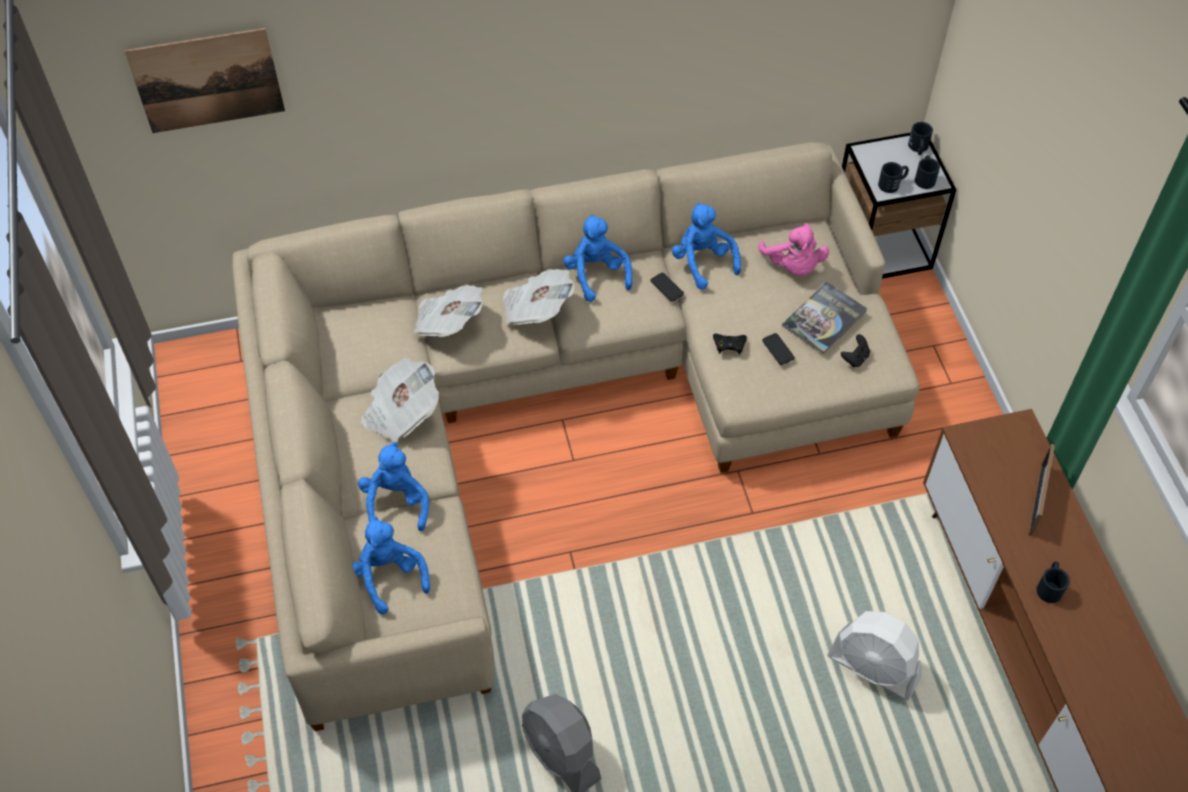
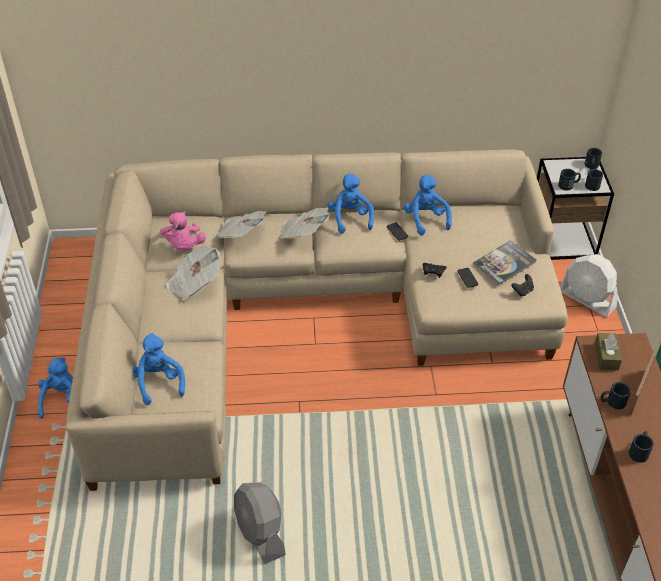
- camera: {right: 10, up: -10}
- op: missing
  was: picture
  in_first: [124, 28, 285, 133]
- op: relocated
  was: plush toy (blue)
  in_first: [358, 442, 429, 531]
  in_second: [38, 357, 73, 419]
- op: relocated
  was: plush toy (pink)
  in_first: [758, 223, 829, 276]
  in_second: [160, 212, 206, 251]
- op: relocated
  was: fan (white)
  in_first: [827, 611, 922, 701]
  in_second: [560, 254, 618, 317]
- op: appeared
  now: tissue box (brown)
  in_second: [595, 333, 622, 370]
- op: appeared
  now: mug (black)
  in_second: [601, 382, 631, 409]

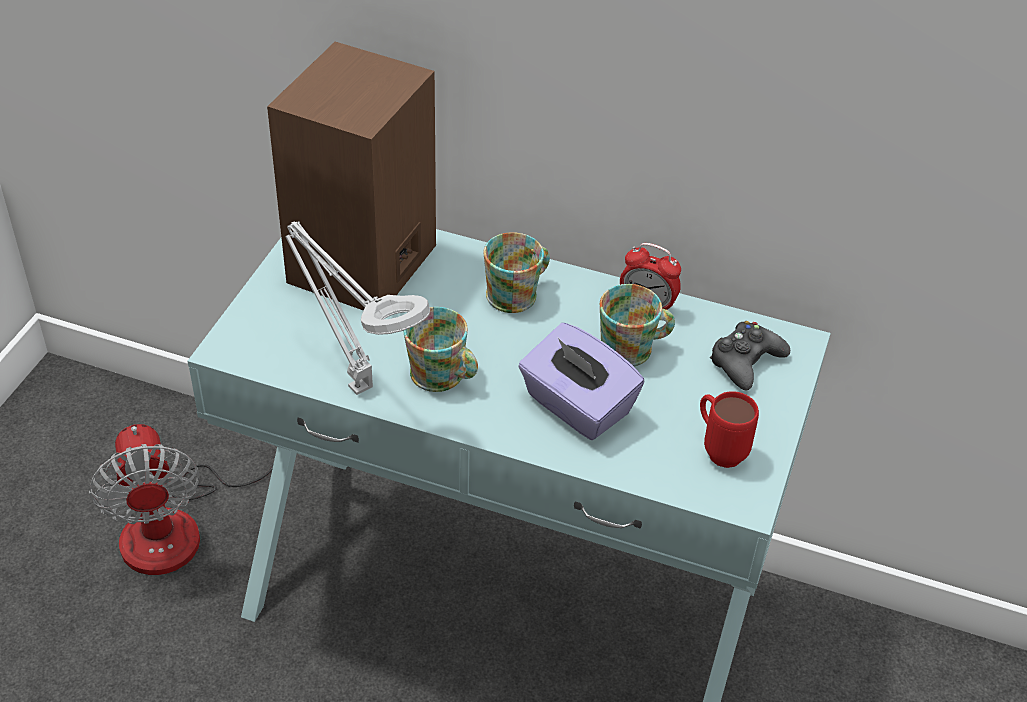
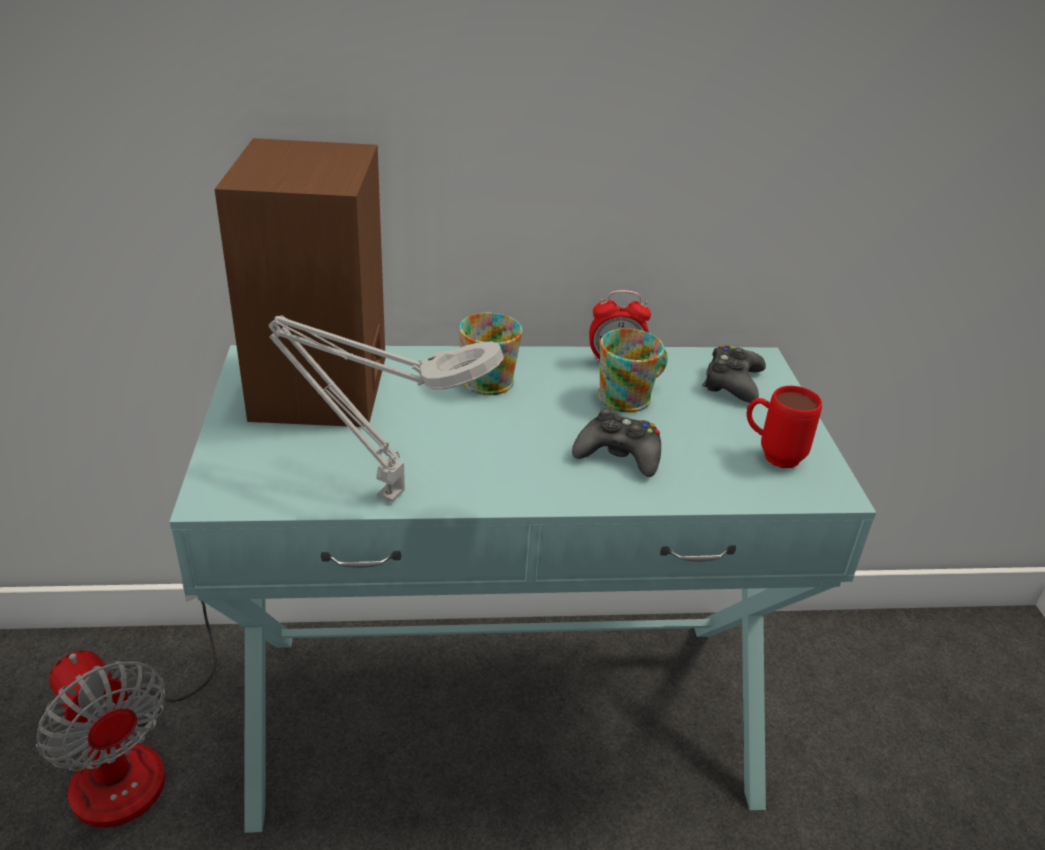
- camera: {right: -25, up: -10}
- op: missing
  was: mug
  in_first: [403, 307, 478, 392]
- op: exchanged
  was: tissue box (purple)
  now: game controller (black)
  in_first: [518, 323, 644, 440]
  in_second: [572, 408, 661, 477]

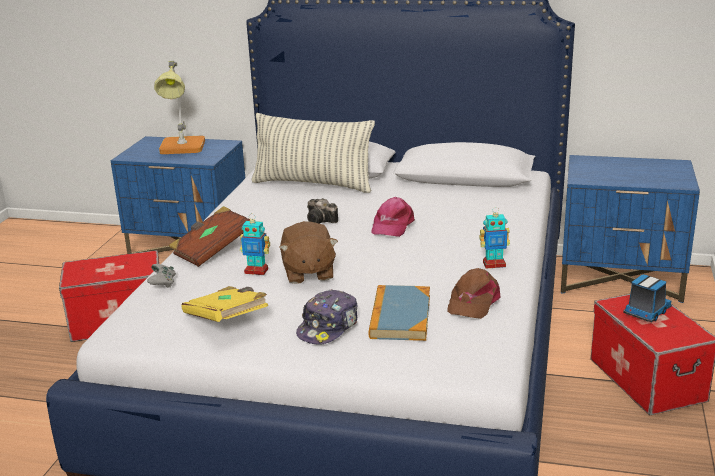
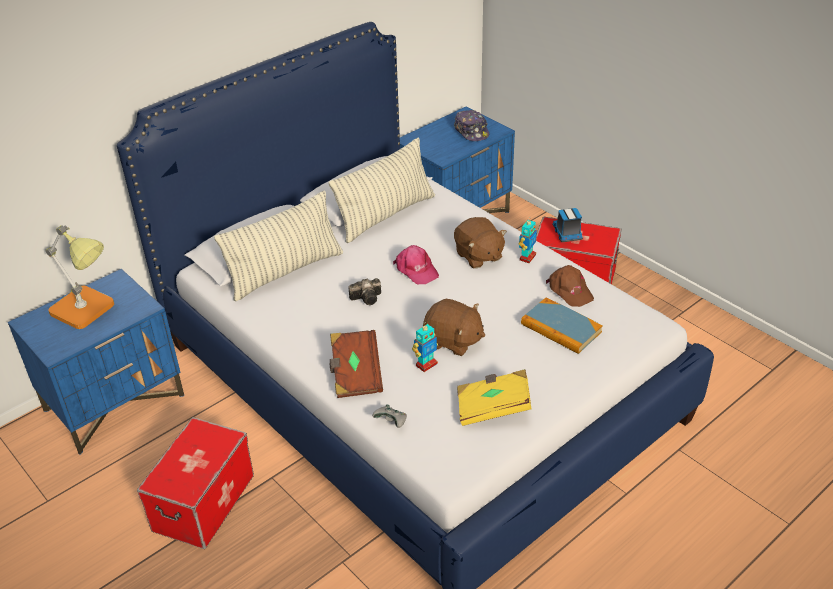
- camera: {right: -55, up: 15}
- op: relocated
  was: cap
  in_first: [296, 289, 358, 345]
  in_second: [454, 110, 489, 141]
- op: appeared
  now: pillow
  in_second: [329, 137, 435, 243]
- op: appeared
  now: plush toy (brown)
  in_second: [454, 217, 507, 269]

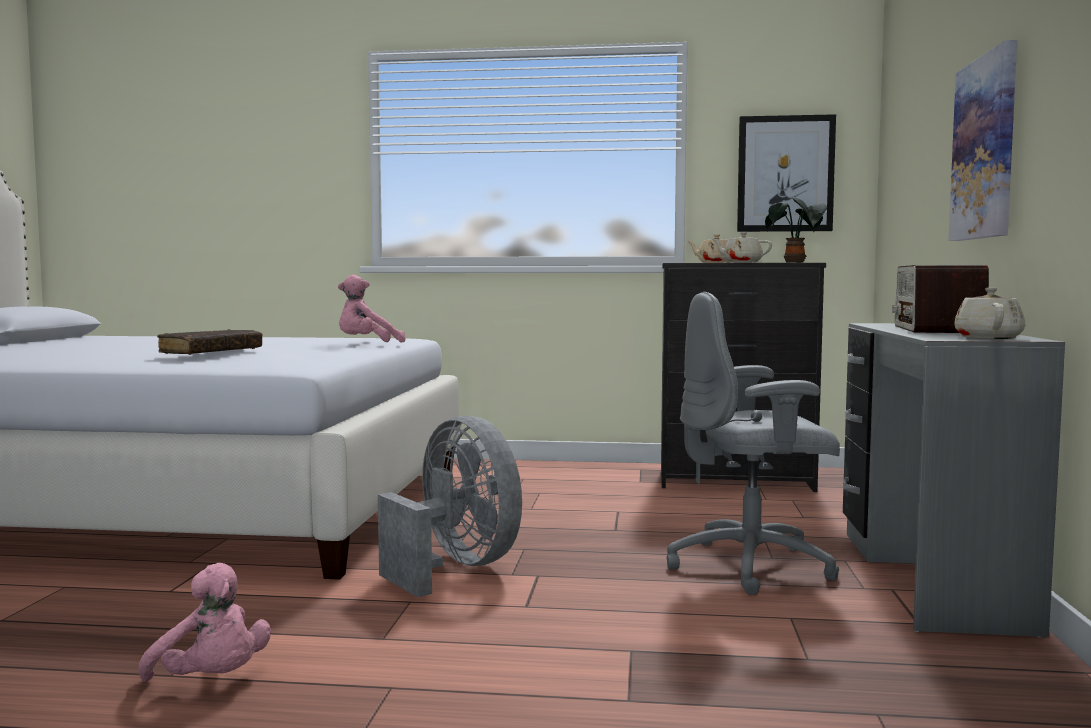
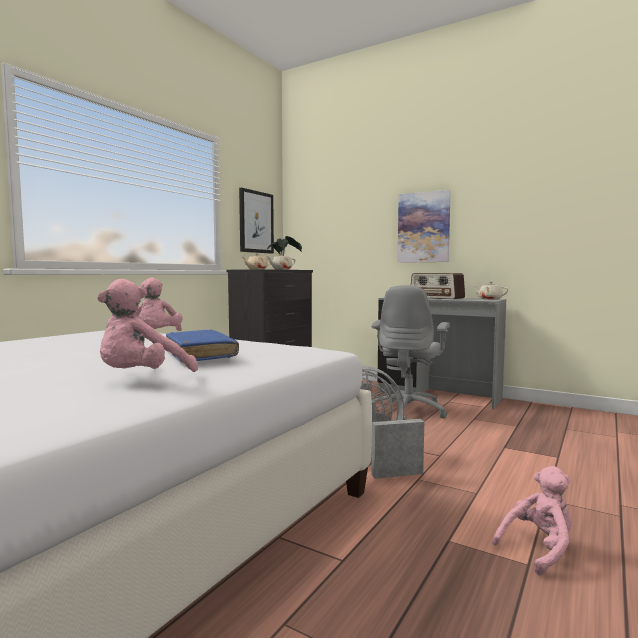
- camera: {right: -65, up: 0}
- op: colour
  was: book (brown)
  now: book (blue)
  in_first: [157, 329, 262, 355]
  in_second: [166, 329, 239, 362]
- op: appeared
  now: plush toy (pink)
  in_second: [98, 279, 198, 372]

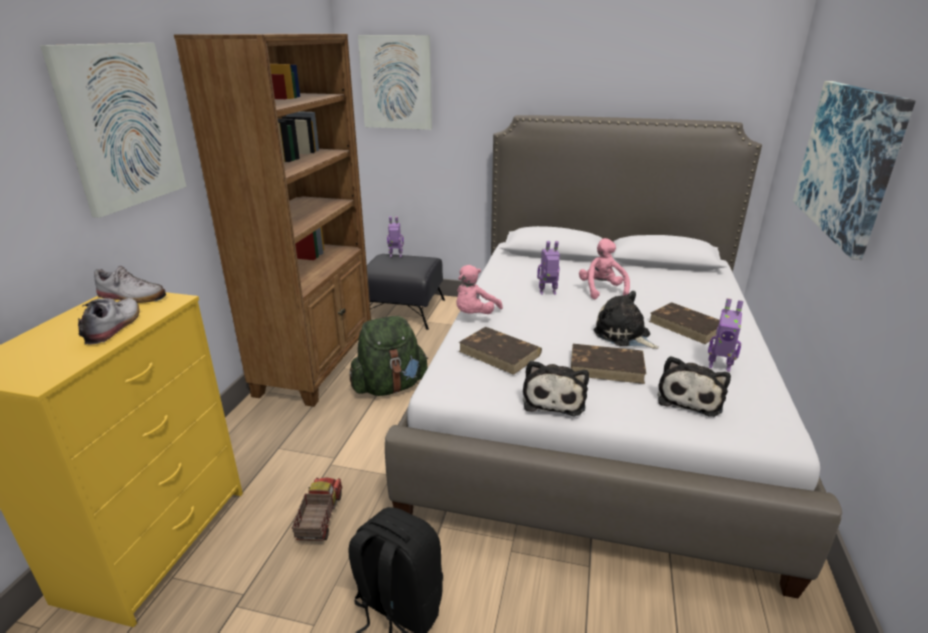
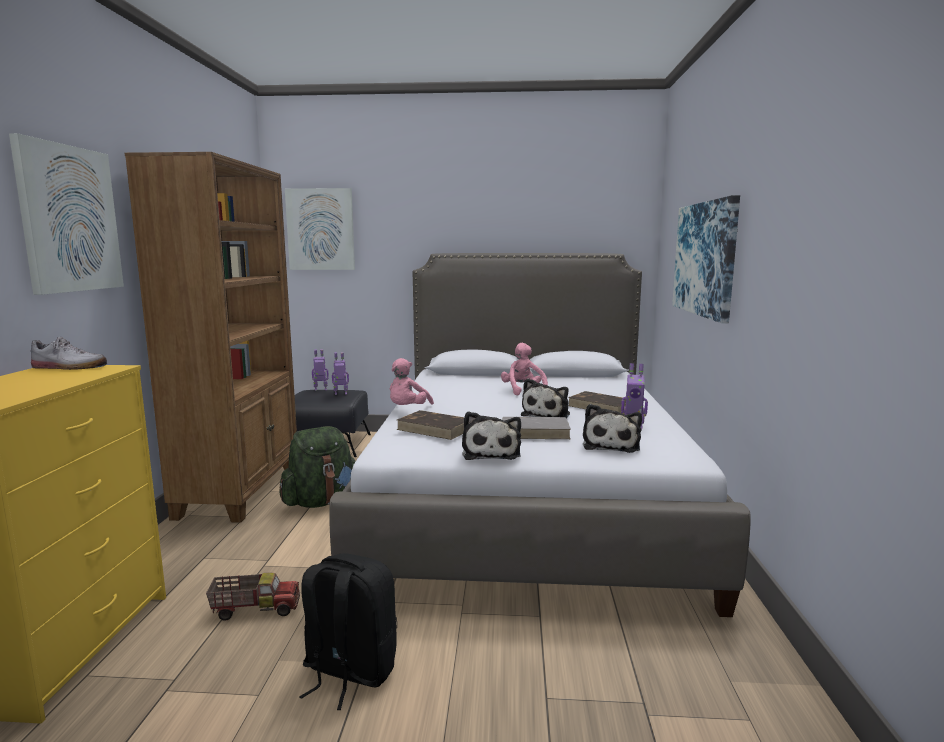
- camera: {right: -10, up: -15}
- op: missing
  was: shoe
  in_first: [78, 298, 140, 345]
- op: spun
  was: toy truck
  in_first: [291, 477, 342, 541]
  in_second: [206, 573, 300, 621]
  clockwise: 90
- op: relocated
  was: toy robot
  in_first: [537, 241, 560, 295]
  in_second: [332, 352, 349, 395]
- op: colour
  was: book (brown)
  now: book (grey)
  in_first: [571, 344, 646, 384]
  in_second: [503, 417, 571, 439]
- op: spun
  was: plush toy
  in_first: [593, 291, 659, 349]
  in_second: [521, 378, 570, 419]
  clockwise: -105

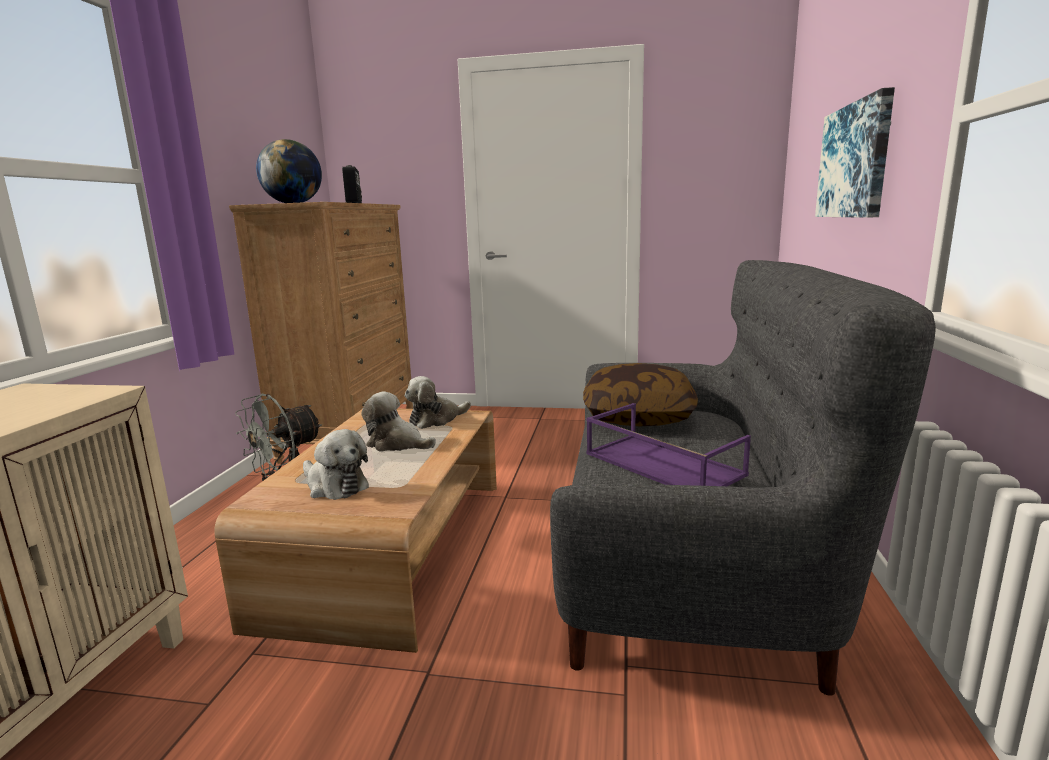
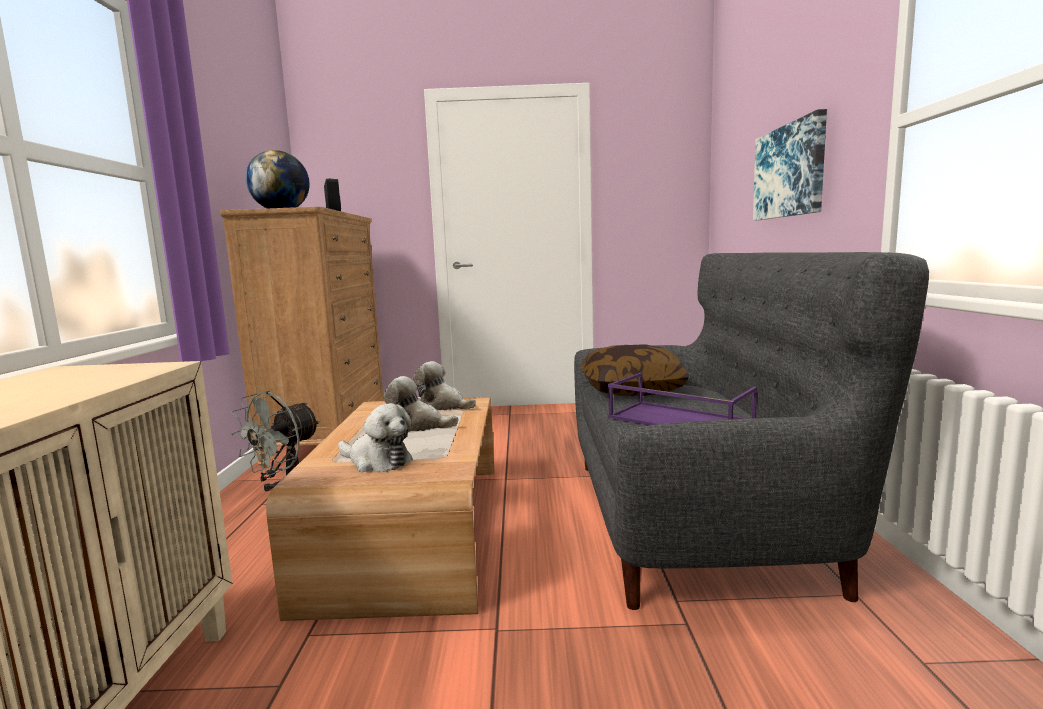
- camera: {right: -10, up: -5}
- op: spun
  was: plush toy
  in_first: [405, 376, 471, 429]
  in_second: [414, 361, 476, 410]
  clockwise: 75

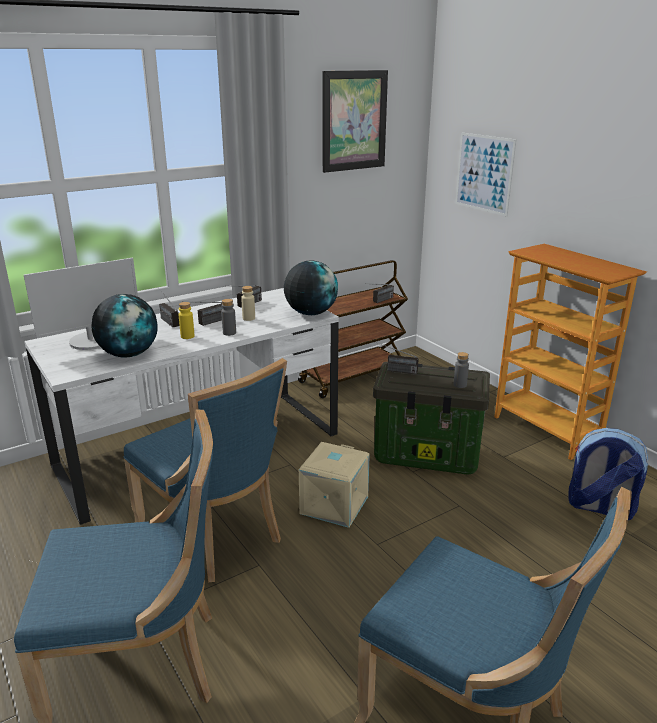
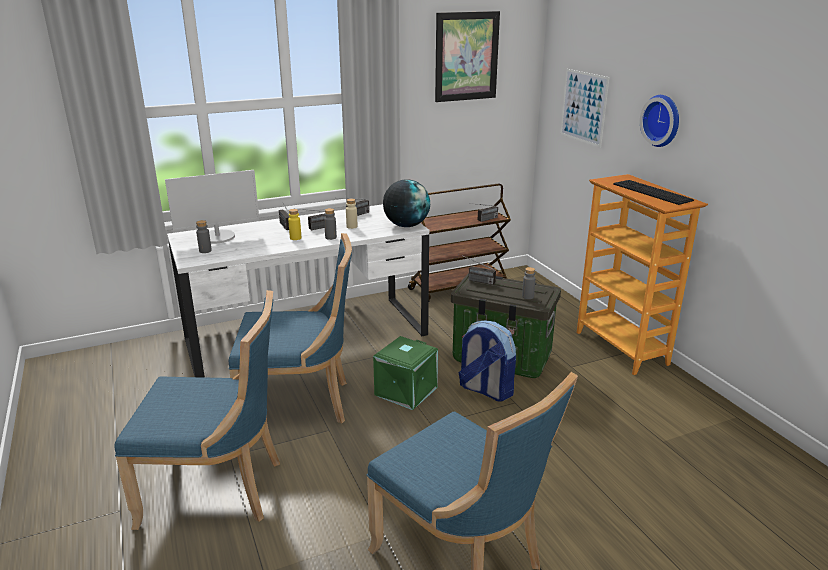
- camera: {right: 10, up: 0}
- op: missing
  was: globe
  in_first: [92, 294, 158, 358]
- op: spun
  was: chair (blue)
  in_first: [123, 358, 287, 582]
  in_second: [229, 233, 352, 423]
  clockwise: -60
- op: colour
  was: storage box (beige)
  now: storage box (green)
  in_first: [299, 442, 370, 528]
  in_second: [373, 336, 438, 410]
- op: relocated
  was: backpack
  in_first: [568, 428, 648, 520]
  in_second: [458, 320, 516, 401]
- op: appeared
  now: bottle (grey)
  in_second: [196, 220, 212, 253]
- op: appeared
  now: keyboard
  in_second: [613, 180, 694, 205]
- op: appeared
  now: wall clock
  in_second: [640, 95, 679, 147]

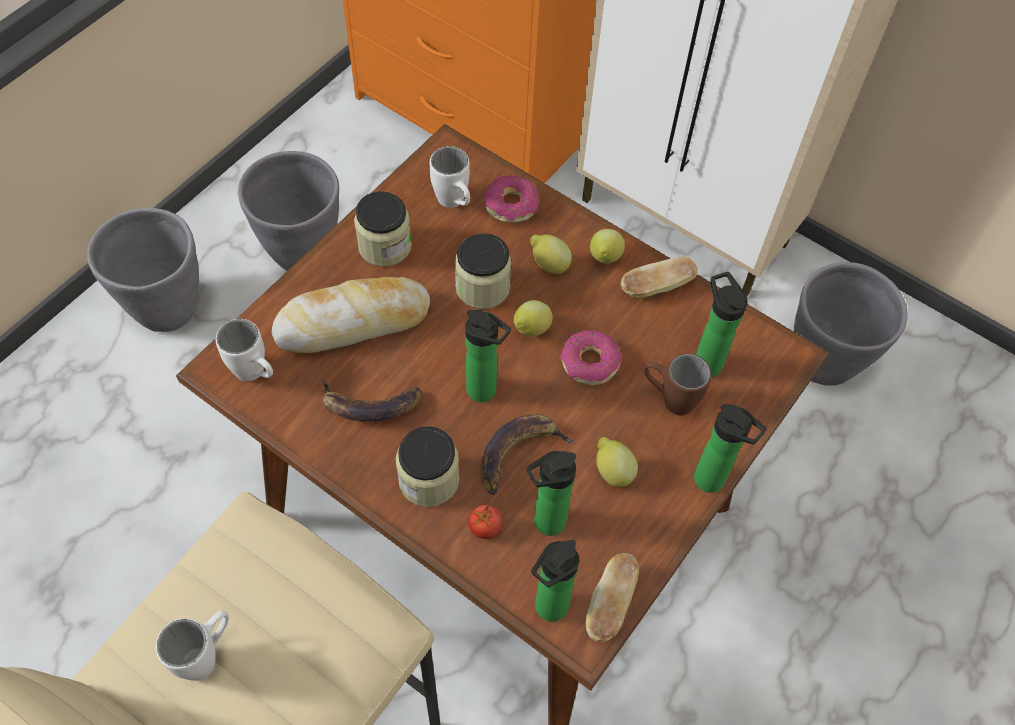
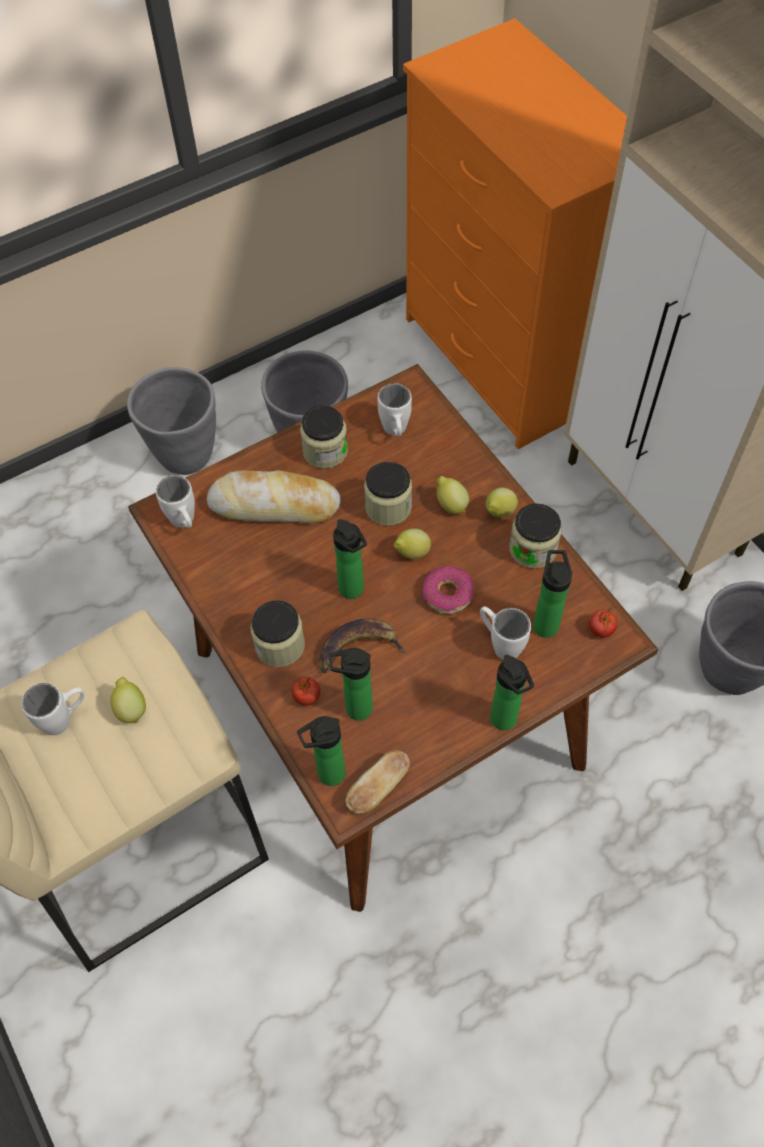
- camera: {right: 25, up: 0}
- op: missing
  was: banana
  in_first: [323, 379, 421, 422]
- op: missing
  was: donut
  in_first: [484, 176, 539, 223]
- op: relocated
  was: lemon
  in_first: [596, 437, 638, 487]
  in_second: [110, 677, 146, 723]
- op: exchanged
  was: bread
  now: jar
  in_first: [621, 256, 698, 298]
  in_second: [509, 504, 561, 569]
- op: colour
  was: mug (brown)
  now: mug (white)
  in_first: [644, 353, 712, 415]
  in_second: [480, 606, 531, 660]
- op: appeared
  now: tomato
  in_second: [589, 607, 617, 638]

